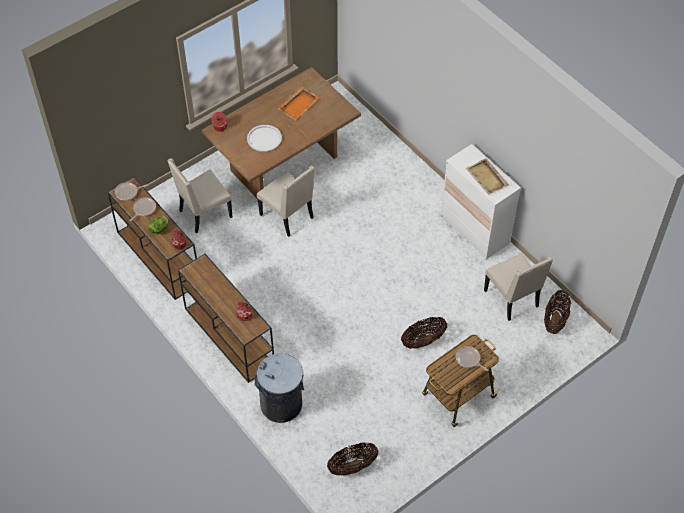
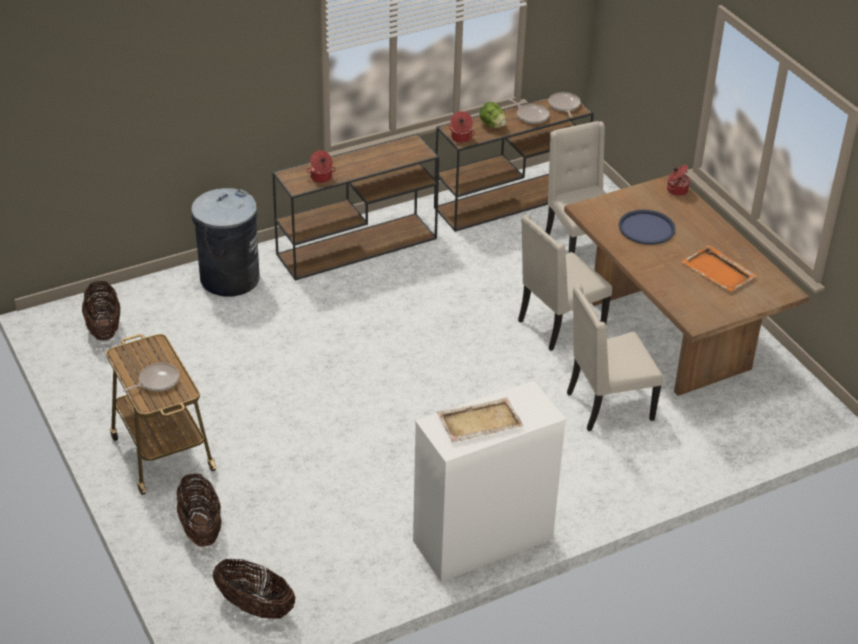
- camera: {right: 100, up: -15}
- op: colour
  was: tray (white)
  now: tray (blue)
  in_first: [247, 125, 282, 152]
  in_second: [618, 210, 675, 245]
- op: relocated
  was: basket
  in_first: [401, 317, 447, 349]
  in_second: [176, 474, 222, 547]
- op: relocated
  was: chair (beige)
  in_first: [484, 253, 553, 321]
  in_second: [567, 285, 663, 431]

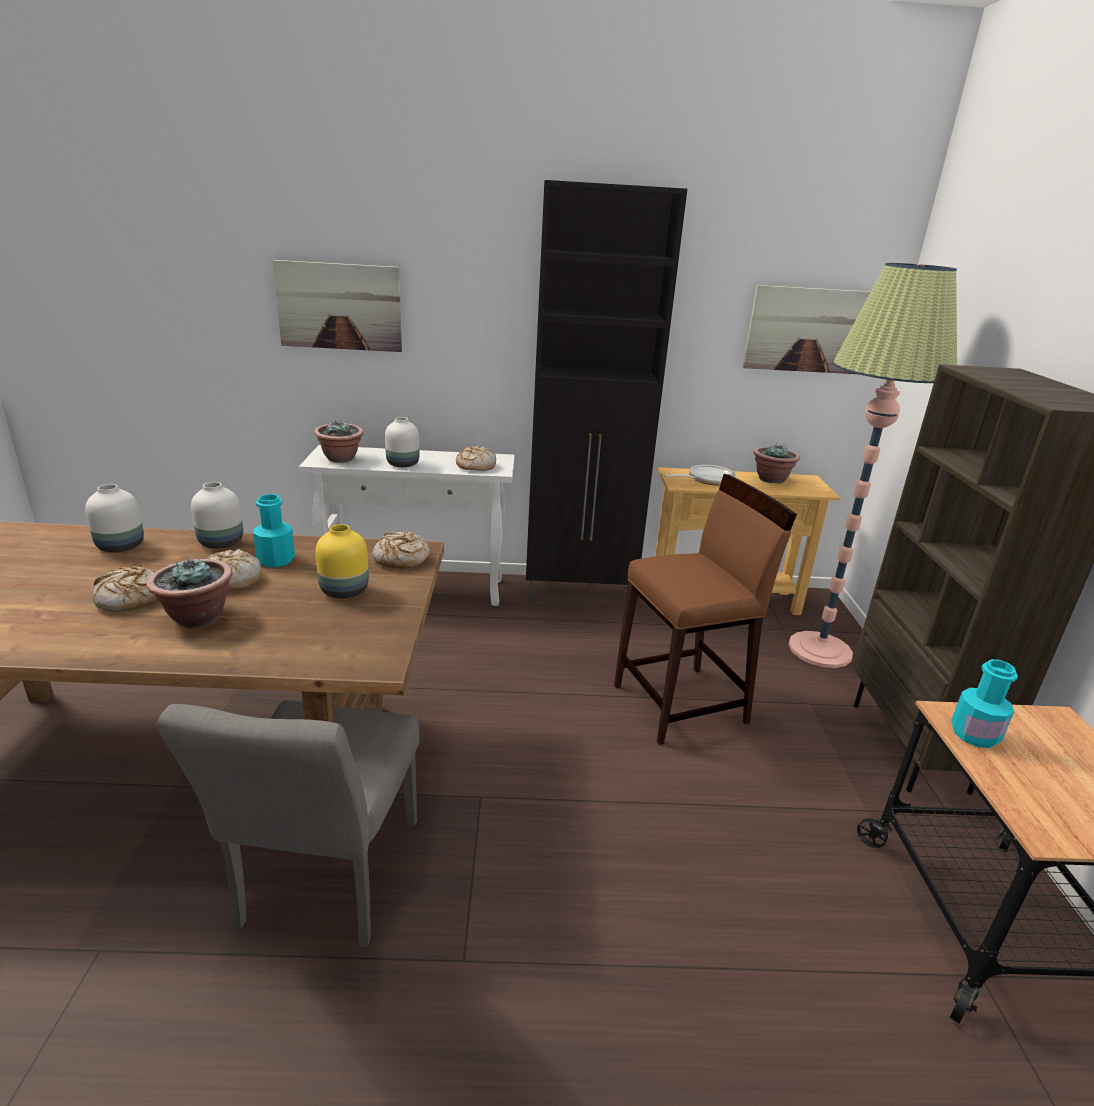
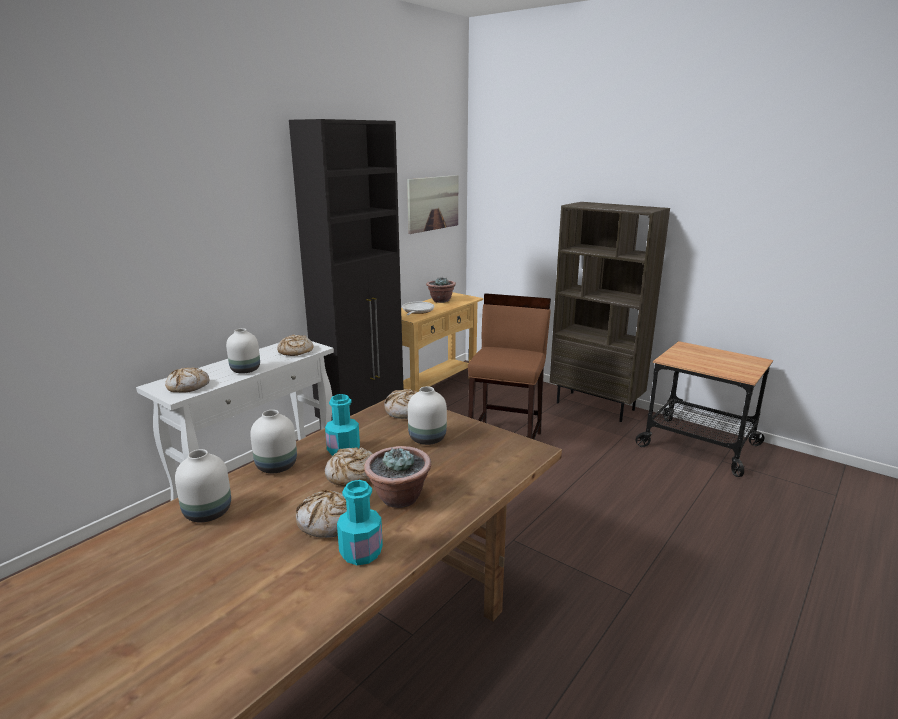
- camera: {right: -50, up: -5}
- op: missing
  was: chair (grey)
  in_first: [157, 700, 420, 947]
- op: missing
  was: picture
  in_first: [272, 260, 402, 352]
- op: exchanged
  was: potted plant
  now: bread
  in_first: [314, 420, 364, 463]
  in_second: [165, 367, 209, 393]
- op: colour
  was: vase (yellow)
  now: vase (white)
  in_first: [315, 524, 369, 598]
  in_second: [408, 386, 447, 445]
- op: missing
  was: floor lamp
  in_first: [788, 263, 957, 668]
- op: relocated
  was: bottle (turquoise)
  in_first: [951, 659, 1018, 748]
  in_second: [337, 480, 383, 565]

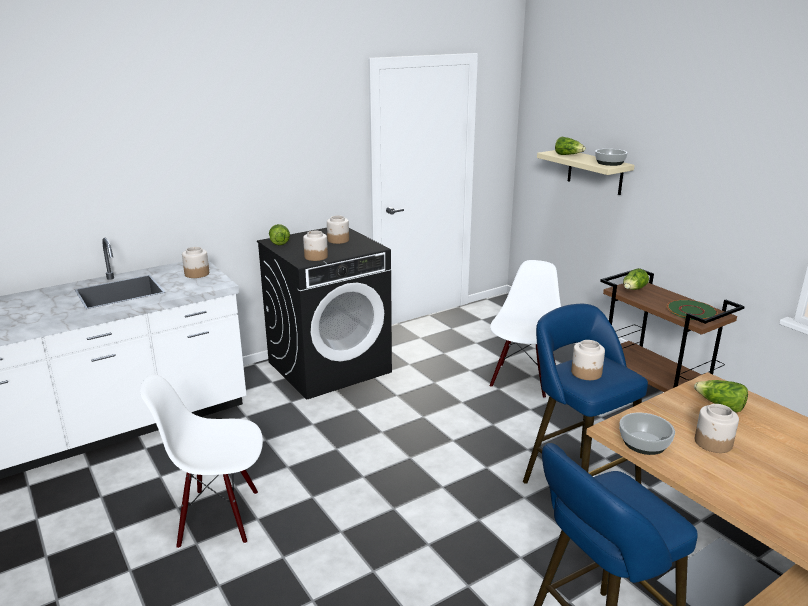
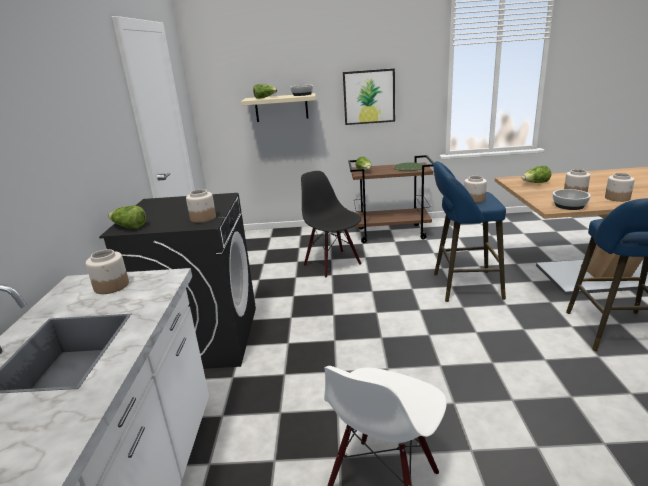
- camera: {right: -55, up: 0}
- op: relocated
  was: jar
  in_first: [327, 216, 349, 244]
  in_second: [605, 173, 635, 202]
- op: colour
  was: chair (white)
  now: chair (black)
  in_first: [489, 260, 561, 398]
  in_second: [301, 171, 361, 277]
- op: appeared
  now: picture
  in_second: [343, 68, 395, 125]

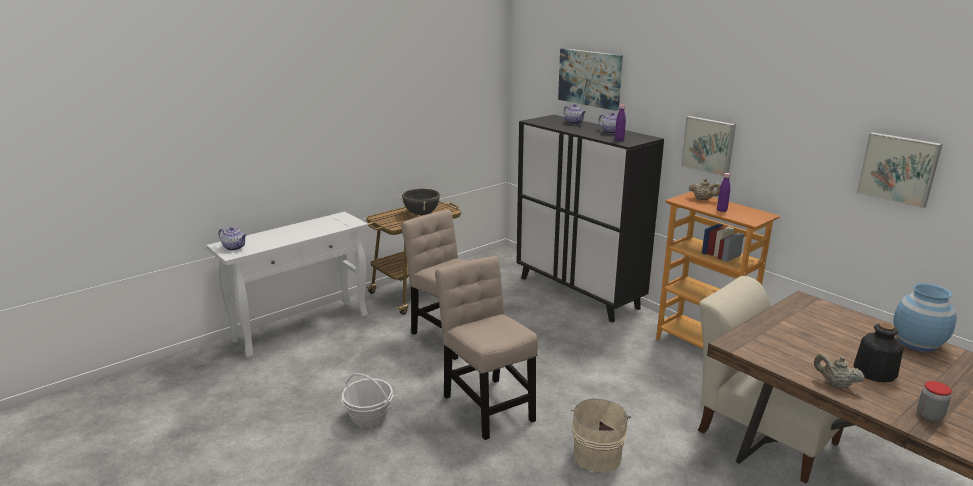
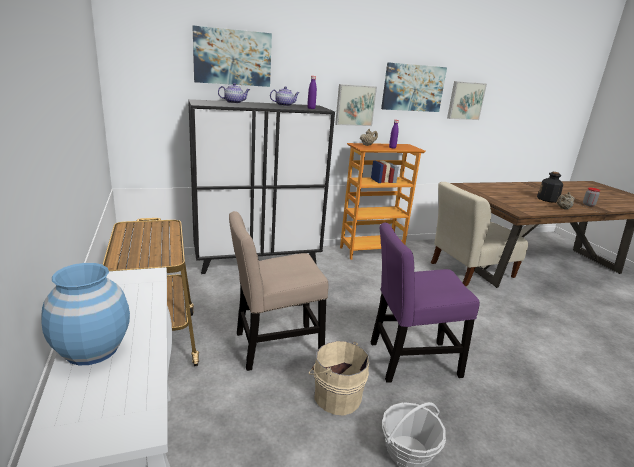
- camera: {right: -70, up: 0}
- op: missing
  was: teapot
  in_first: [218, 227, 247, 251]
- op: missing
  was: cooking pot (black)
  in_first: [398, 188, 444, 215]
- op: colour
  was: chair (beige)
  now: chair (purple)
  in_first: [435, 256, 538, 440]
  in_second: [370, 222, 480, 383]
- op: relocated
  was: bucket (beige)
  in_first: [571, 399, 631, 472]
  in_second: [309, 341, 369, 416]
- op: relocated
  was: vase (blue)
  in_first: [893, 283, 956, 352]
  in_second: [41, 263, 130, 365]
- op: appeared
  now: picture
  in_second: [381, 62, 447, 112]

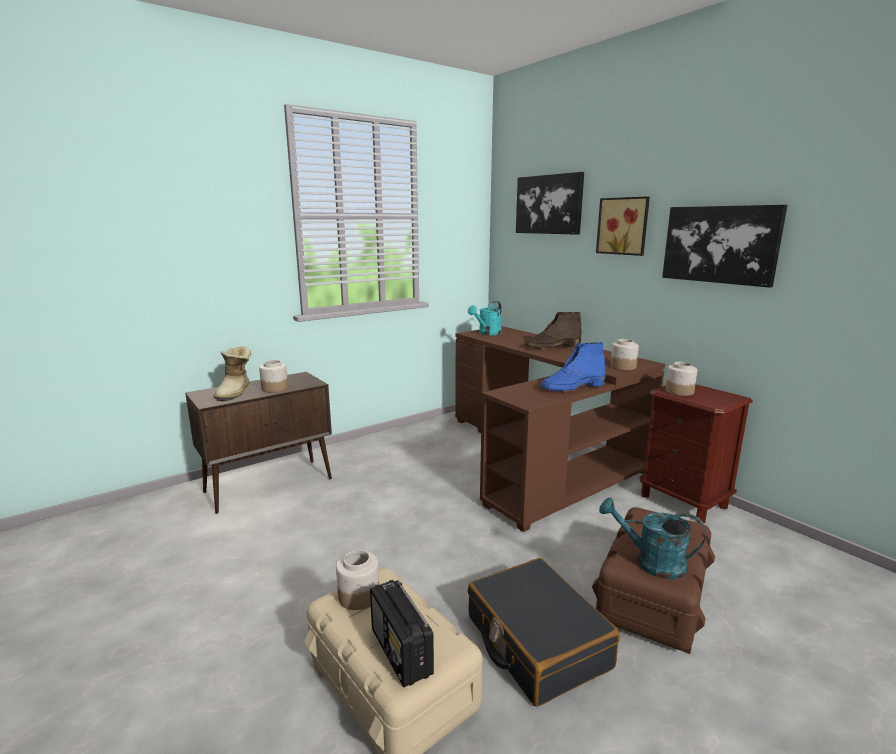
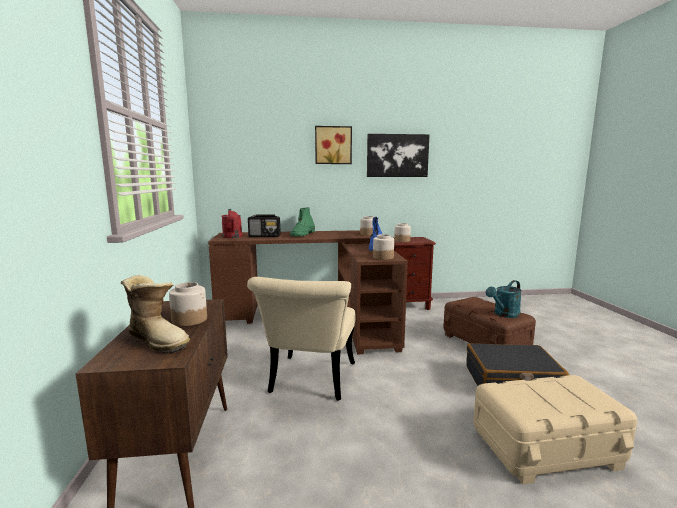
- camera: {right: -60, up: -5}
- op: relocated
  was: jar
  in_first: [336, 550, 379, 610]
  in_second: [373, 234, 394, 260]
- op: relocated
  was: radio
  in_first: [370, 580, 434, 687]
  in_second: [248, 214, 281, 237]
- op: colour
  was: watering can (turquoise)
  now: watering can (red)
  in_first: [468, 301, 502, 335]
  in_second: [221, 209, 242, 238]
- op: missing
  was: picture
  in_first: [516, 172, 584, 235]
- op: colour
  was: boot (brown)
  now: boot (green)
  in_first: [525, 312, 581, 349]
  in_second: [290, 207, 315, 237]
- op: appeared
  now: chair (beige)
  in_second: [247, 277, 355, 401]

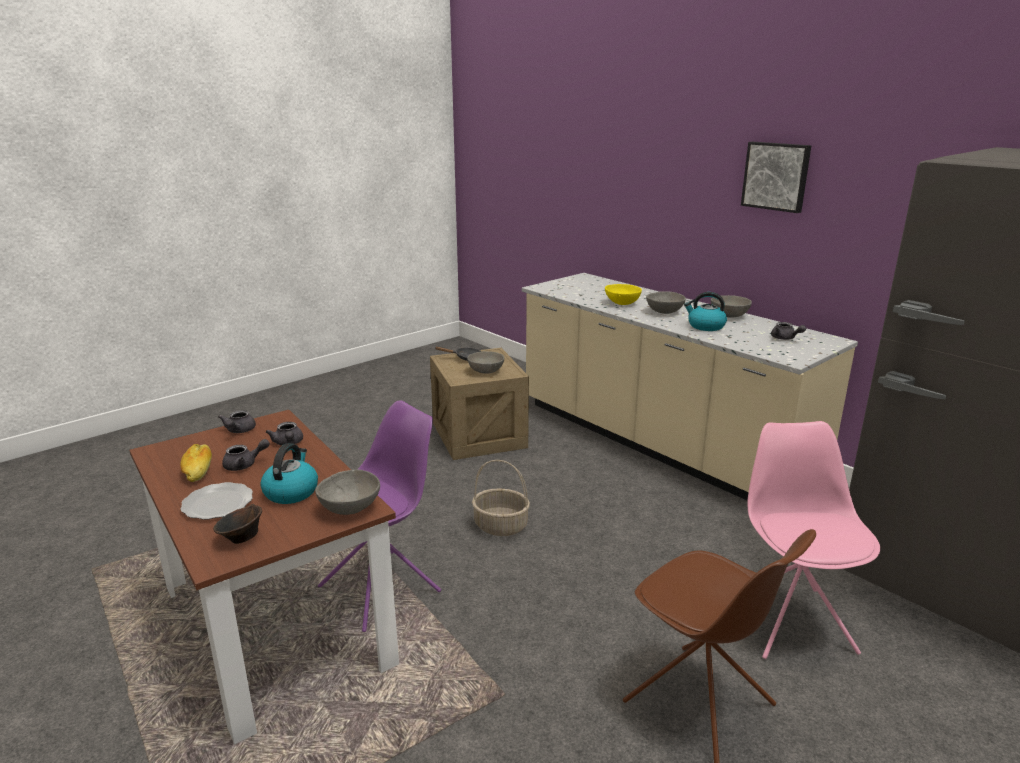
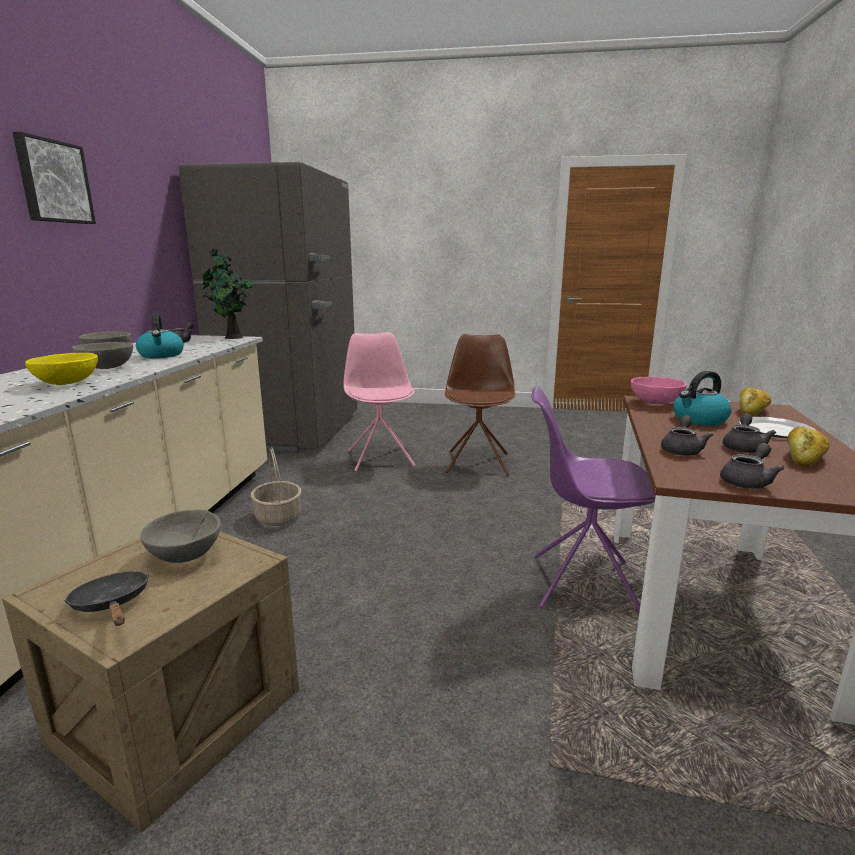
- camera: {right: -130, up: -5}
- op: exchanged
  was: bowl (brown)
  now: bread
  in_first: [213, 504, 262, 544]
  in_second: [740, 387, 772, 416]
- op: spun
  was: teapot (grey)
  in_first: [222, 439, 270, 471]
  in_second: [723, 413, 777, 453]
  clockwise: 90
- op: colour
  was: bowl (grey)
  now: bowl (pink)
  in_first: [315, 469, 380, 515]
  in_second: [630, 377, 687, 404]
- op: relocated
  was: basket
  in_first: [472, 460, 530, 536]
  in_second: [251, 447, 301, 526]
- op: spun
  was: chair (pink)
  in_first: [747, 421, 880, 659]
  in_second: [343, 332, 416, 472]
  clockwise: 120
- op: appeared
  now: potted plant
  in_second: [203, 248, 254, 339]

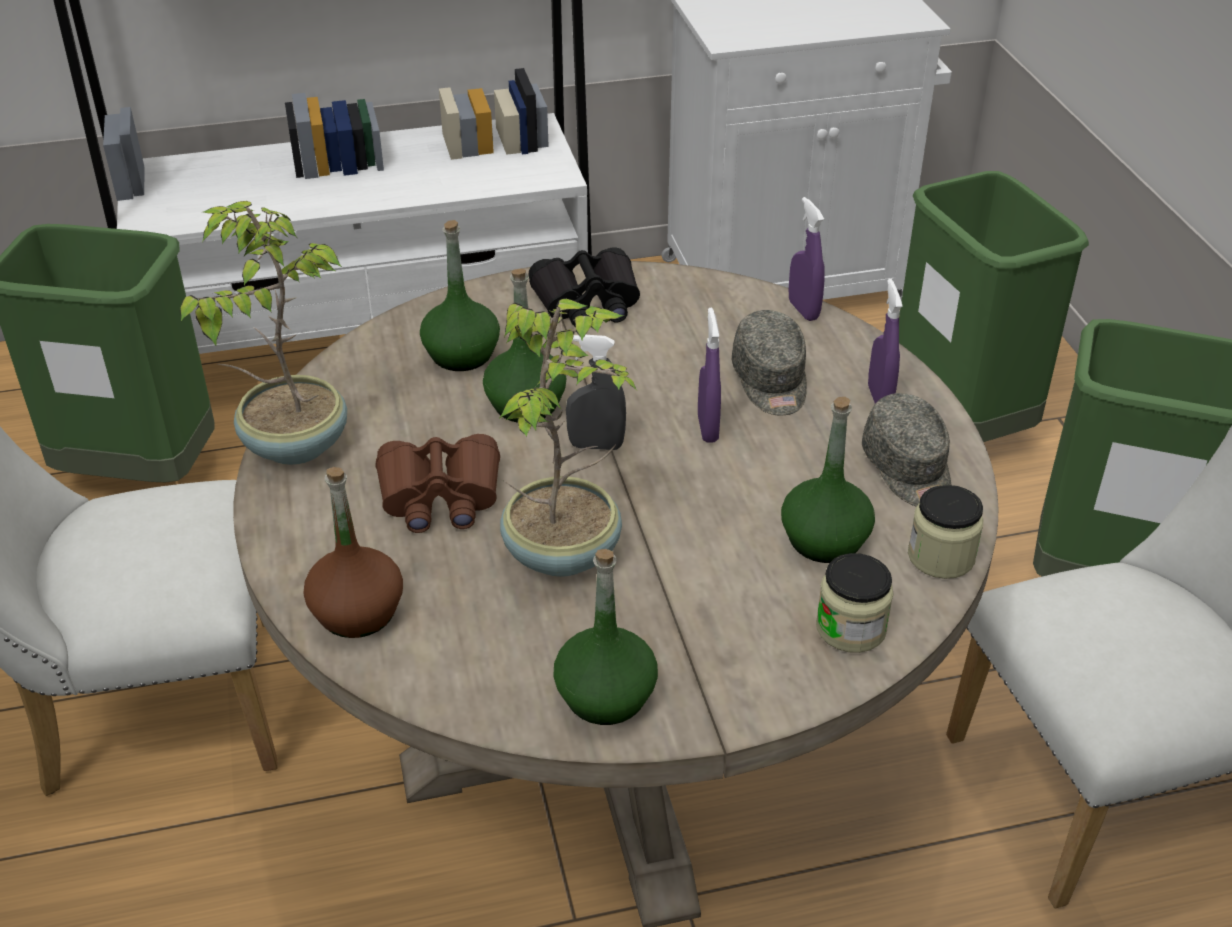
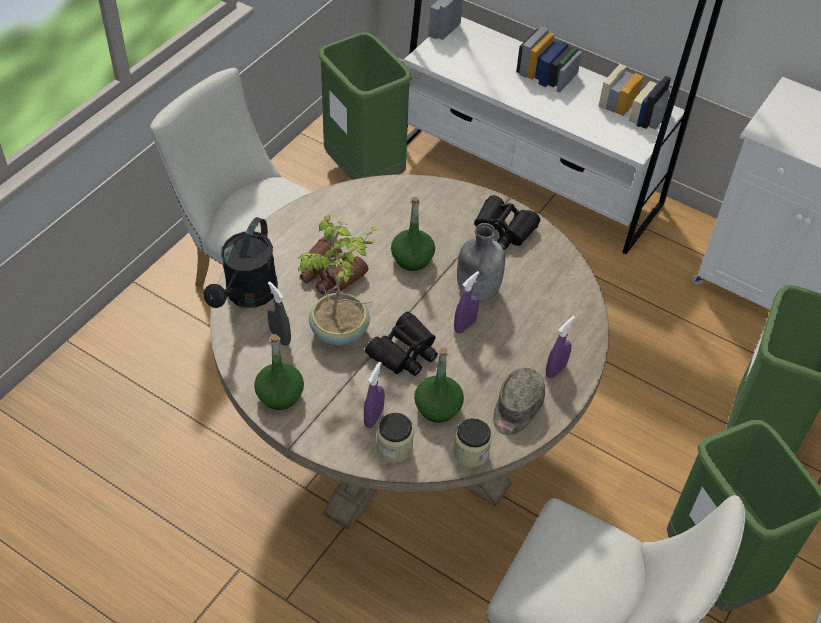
- camera: {right: 45, up: 10}
- op: missing
  was: potted plant
  in_first: [180, 201, 347, 465]
- op: exchanged
  was: bottle (brown)
  now: watering can (black)
  in_first: [304, 467, 403, 638]
  in_second: [204, 217, 278, 308]
- op: missing
  was: bottle (green)
  in_first: [420, 220, 500, 371]
- op: relocated
  was: spray bottle (grey)
  in_first: [566, 335, 626, 450]
  in_second: [267, 281, 291, 346]
- op: missing
  was: cap (grey)
  in_first: [732, 310, 807, 416]
- op: relocated
  was: spray bottle (purple)
  in_first: [788, 197, 824, 321]
  in_second: [364, 362, 385, 428]
- op: appeared
  now: binoculars (black)
  in_second: [365, 312, 438, 376]
- op: appeared
  now: bottle (grey)
  in_second: [457, 223, 505, 300]

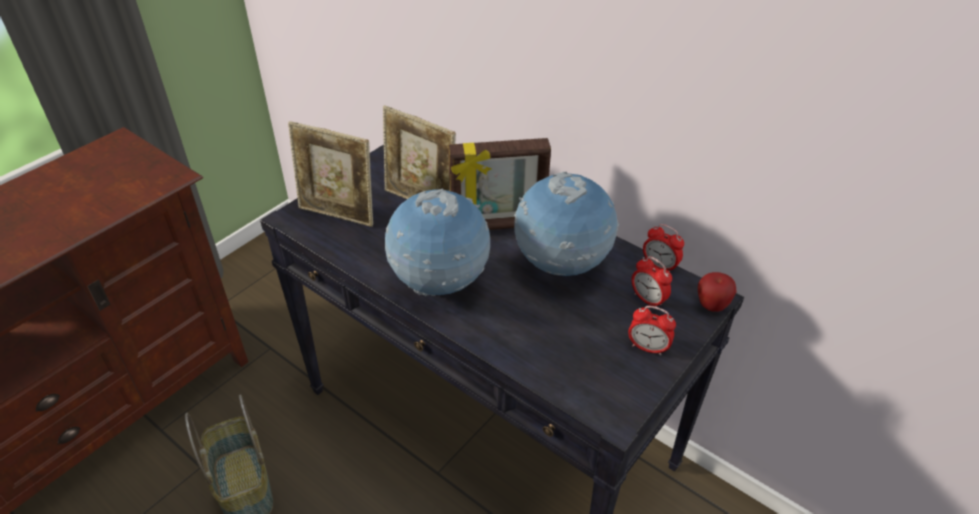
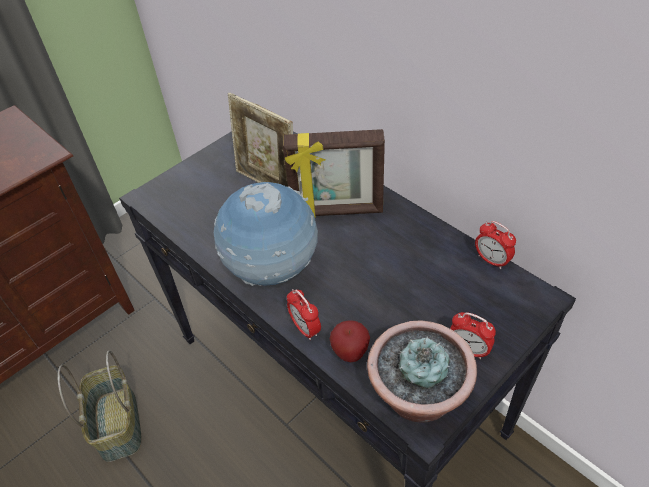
- camera: {right: 10, up: 5}
- op: missing
  was: picture frame
  in_first: [288, 121, 373, 227]
- op: missing
  was: globe
  in_first: [514, 172, 619, 276]
- op: relocated
  was: alarm clock
  in_first: [632, 256, 672, 307]
  in_second: [287, 289, 321, 340]
- op: relocated
  was: apple
  in_first: [698, 272, 737, 312]
  in_second: [330, 320, 370, 362]
- op: appeared
  now: potted plant
  in_second: [367, 320, 477, 423]

